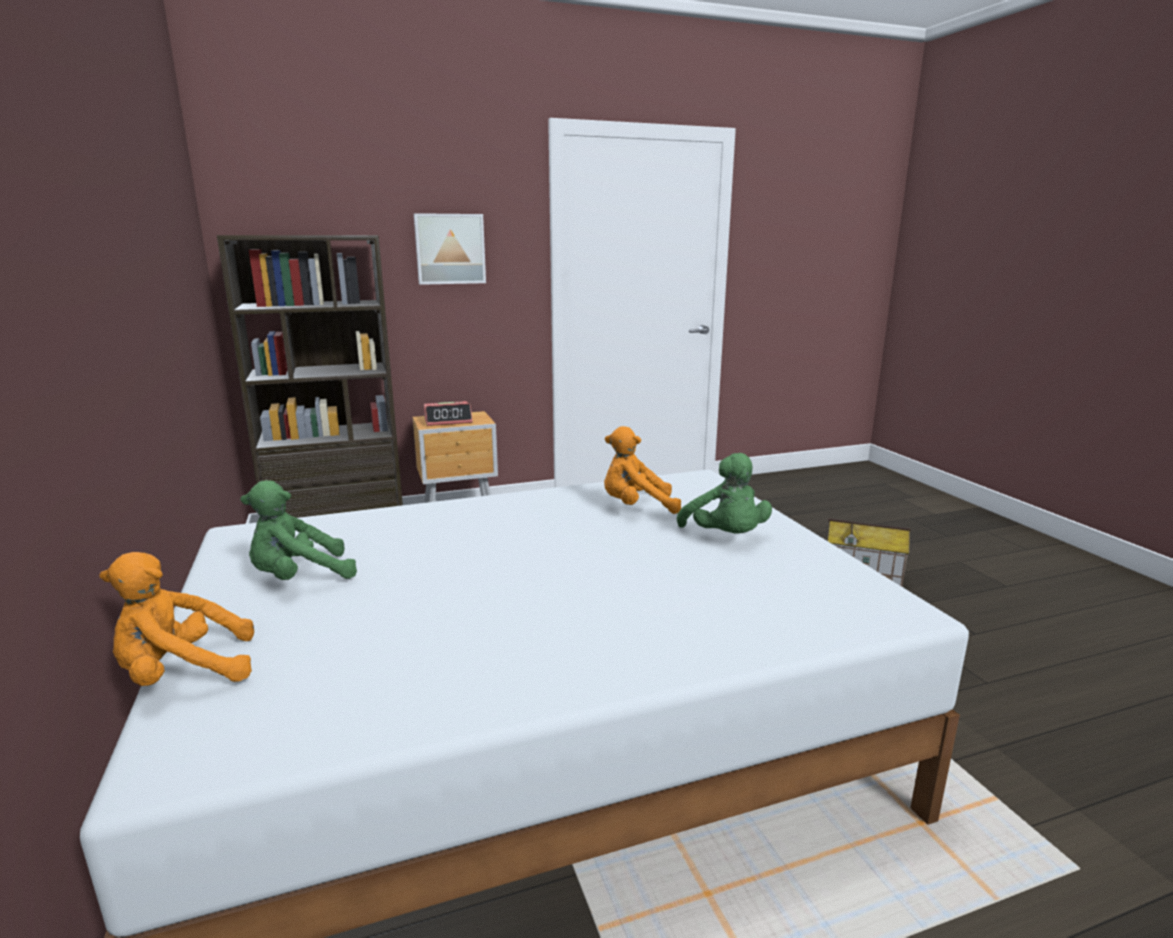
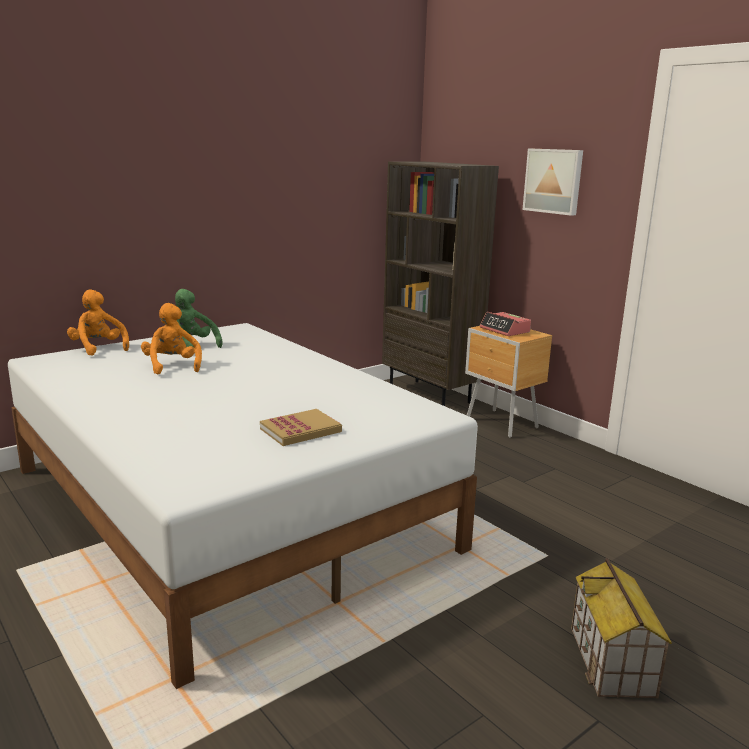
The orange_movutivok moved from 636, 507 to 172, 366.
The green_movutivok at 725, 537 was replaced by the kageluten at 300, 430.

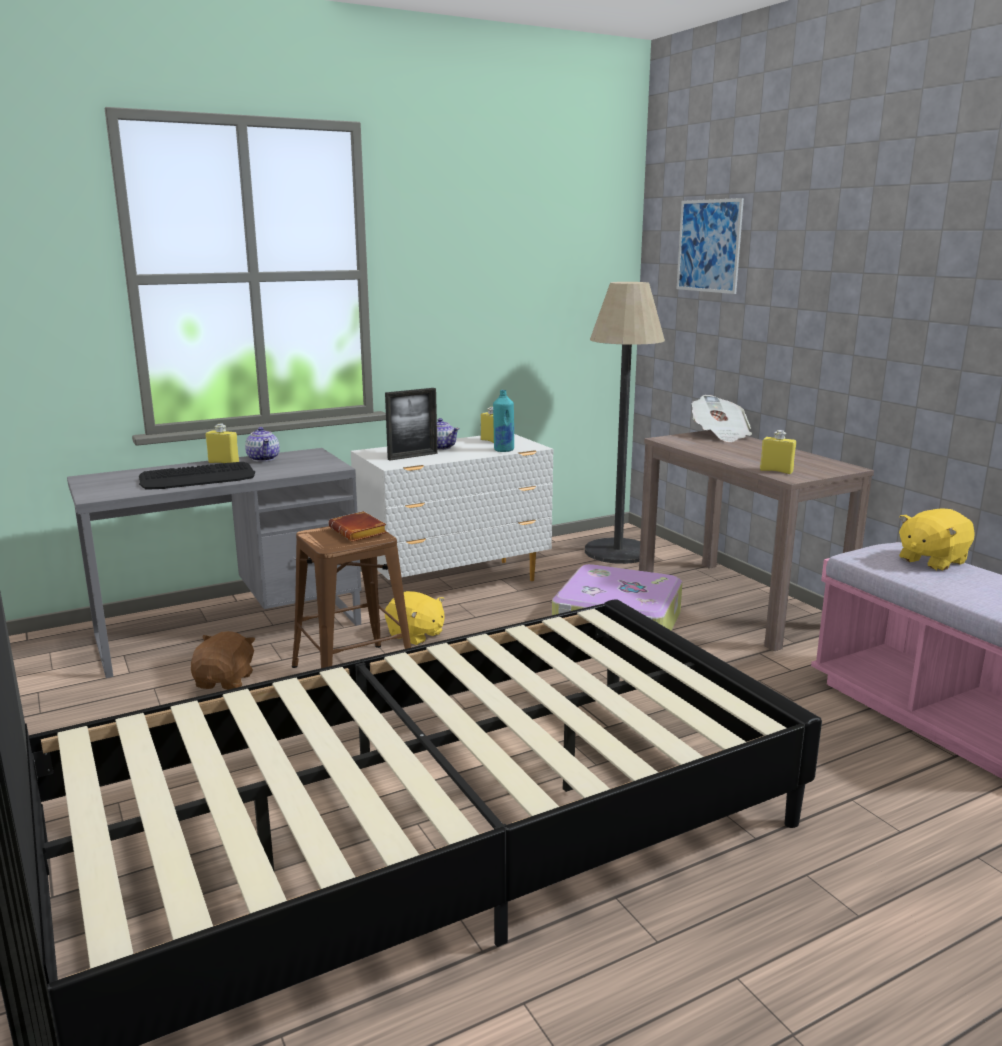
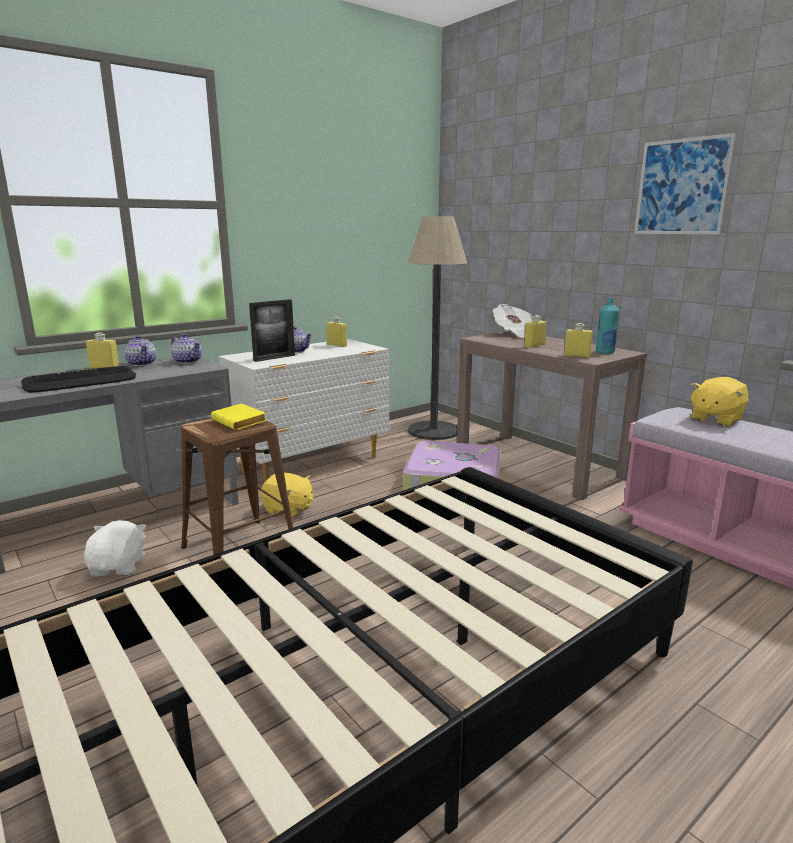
The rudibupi at 187, 361 appeared.
The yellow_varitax at 534, 346 appeared.
The turquoise_varitax moved from 503, 450 to 605, 352.
The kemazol moved from 709, 246 to 682, 187.
The brown_movutivok at 225, 681 became the white_movutivok at 119, 567.
The brown_kageluten at 360, 532 became the yellow_kageluten at 241, 422.

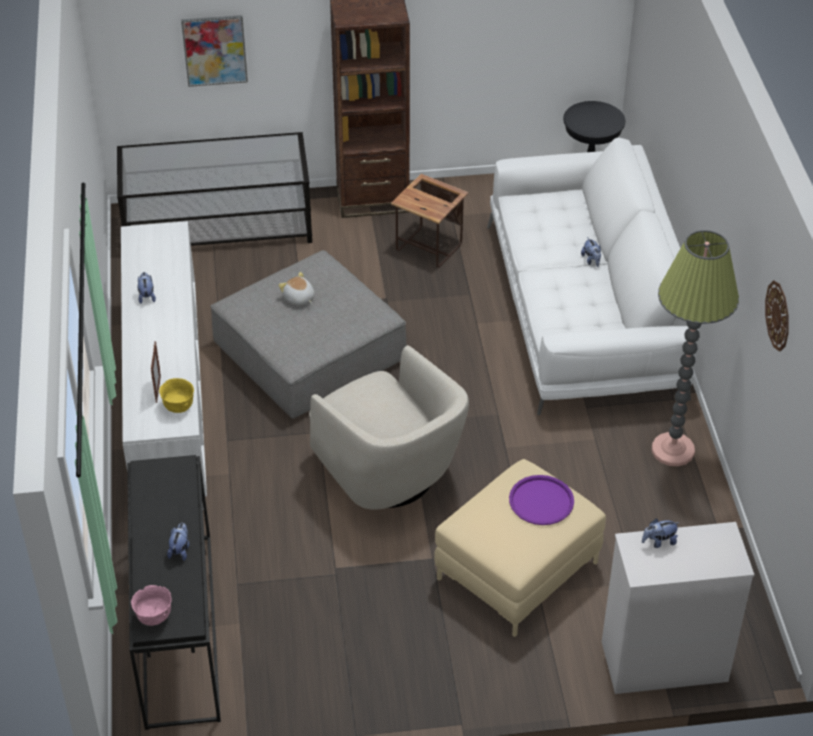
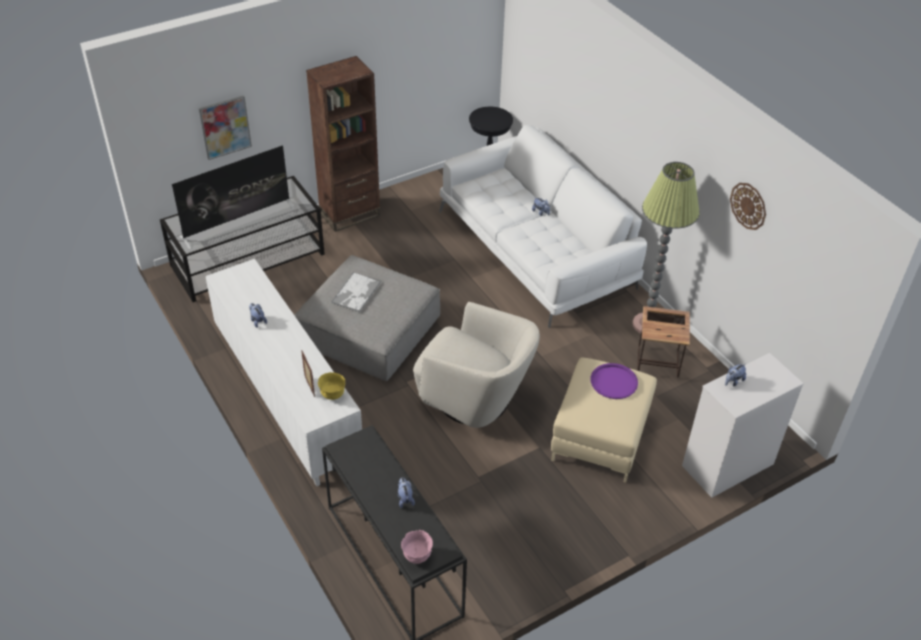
The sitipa at 237, 222 appeared.
The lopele moved from 430, 248 to 658, 363.
The movutivok at 298, 298 was replaced by the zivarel at 356, 293.

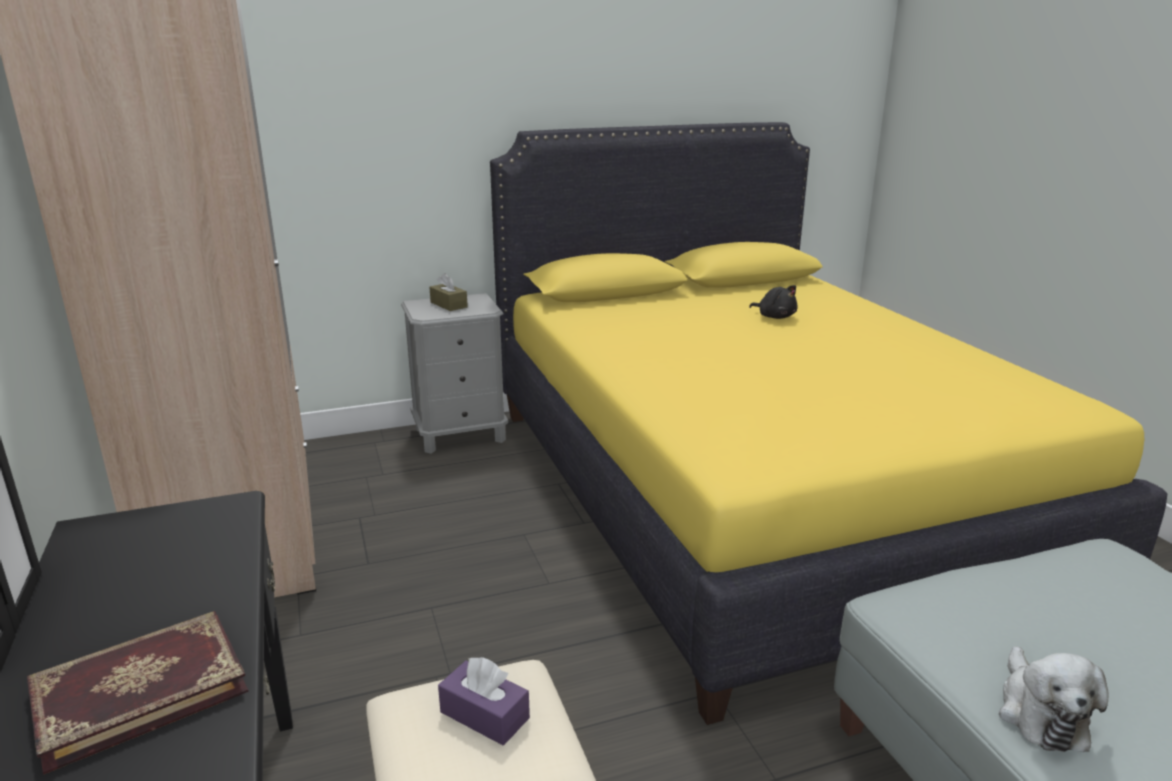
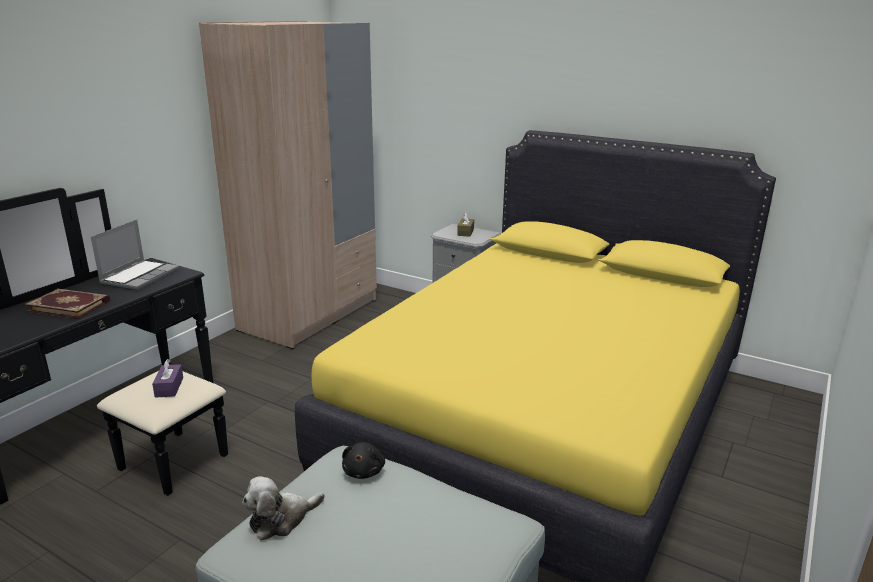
The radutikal at 140, 276 appeared.
The black_movutivok moved from 775, 317 to 364, 471.

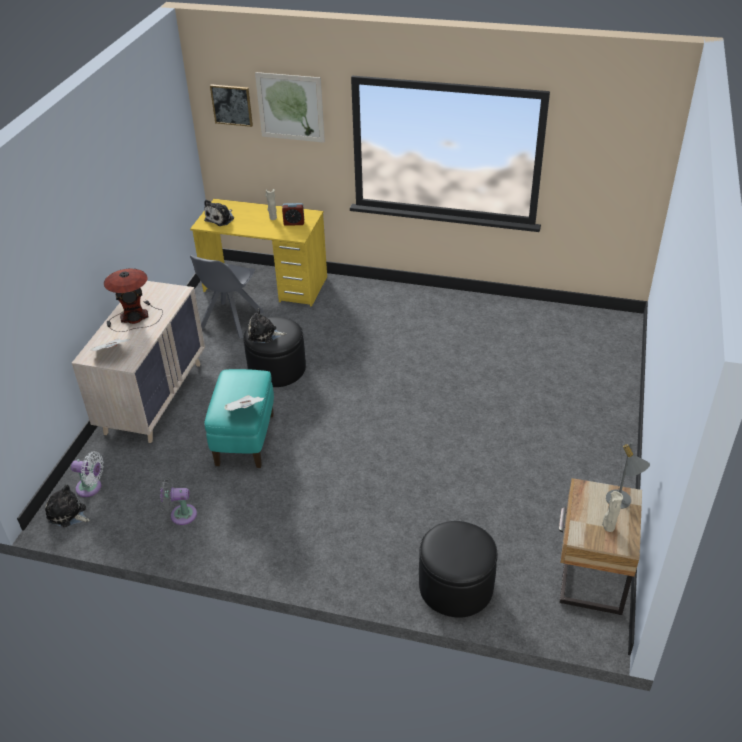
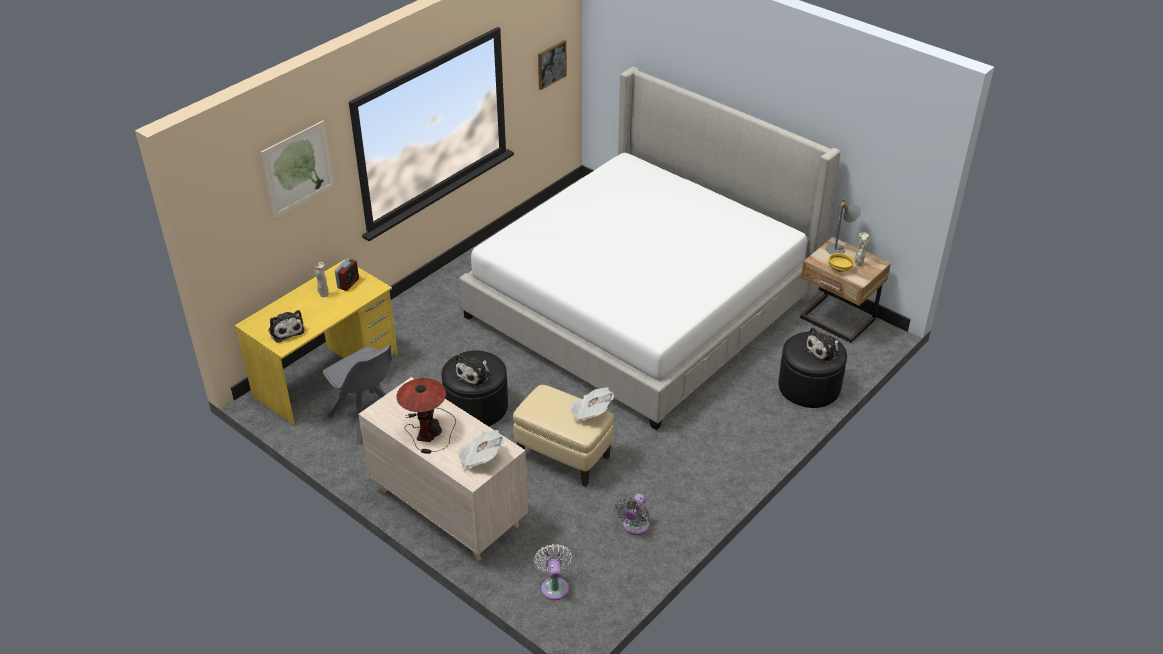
The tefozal at 641, 305 appeared.
The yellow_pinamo at 840, 269 appeared.
The movutivok moved from 68, 514 to 823, 351.
The kemazol moved from 232, 105 to 551, 64.
The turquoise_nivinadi at 245, 439 became the beige_nivinadi at 563, 457.
The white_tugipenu at 91, 488 turned 45 degrees counterclockwise.

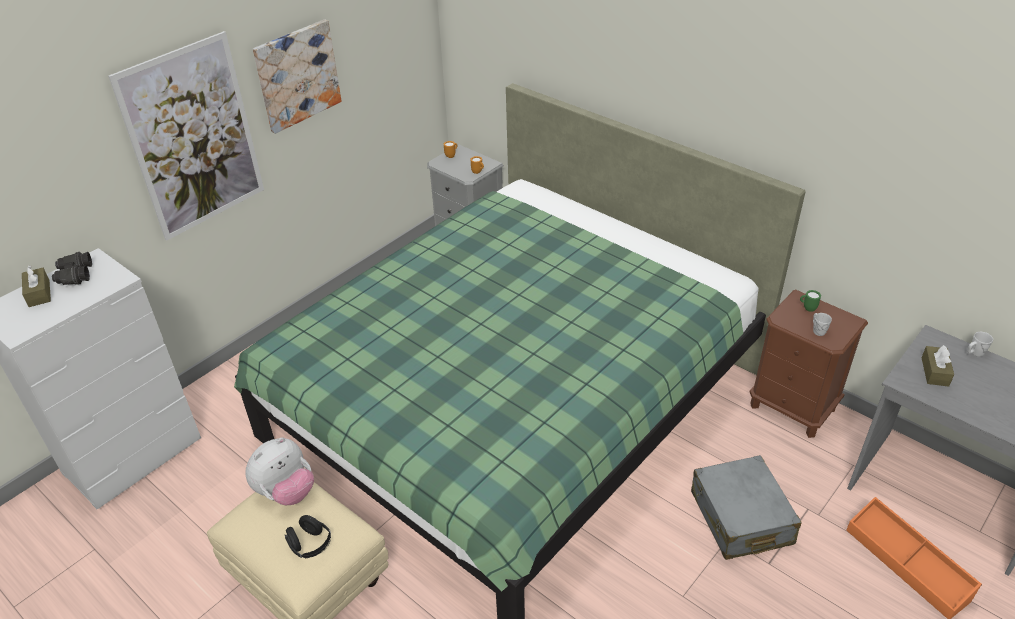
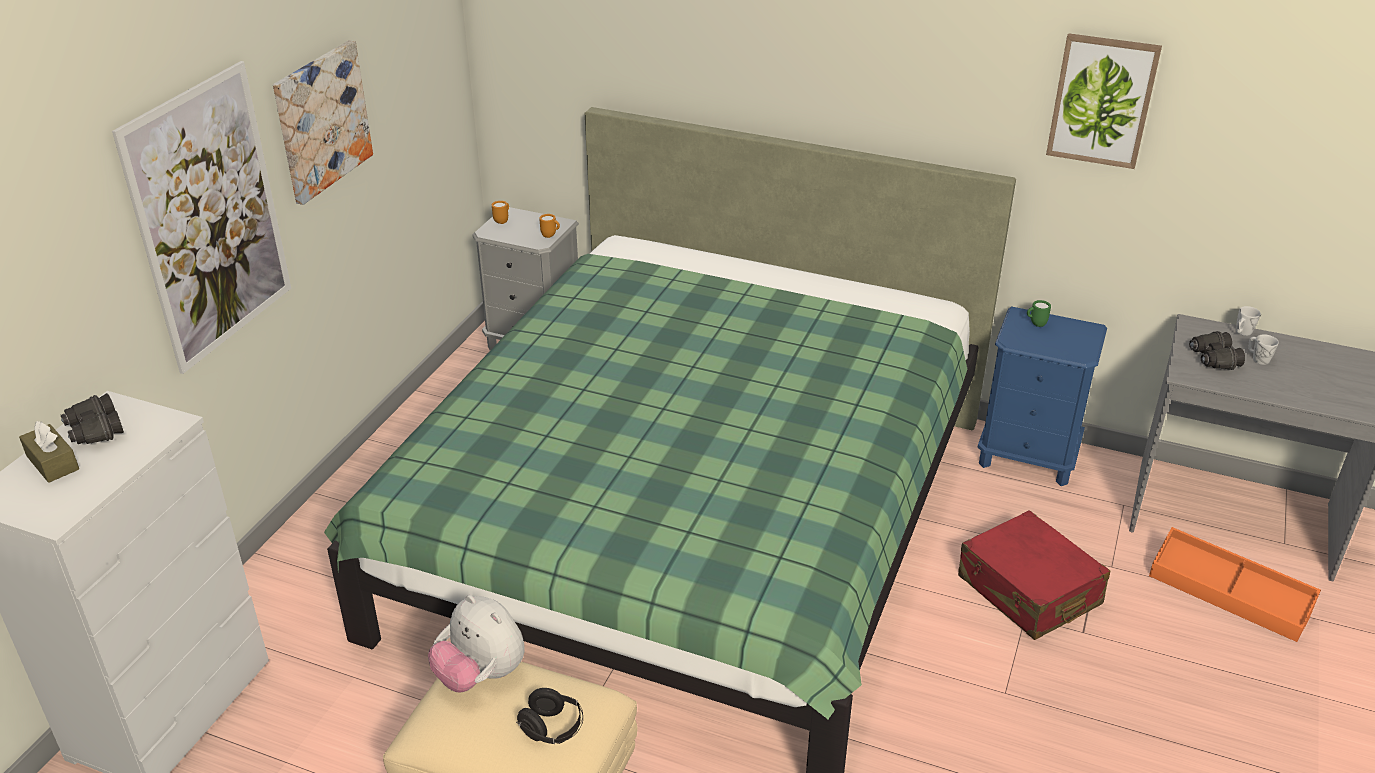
The kemazol at 1102, 100 appeared.
The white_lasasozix moved from 817, 330 to 1257, 359.
The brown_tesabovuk at 935, 372 was replaced by the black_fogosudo at 1213, 359.
The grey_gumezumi at 741, 518 became the red_gumezumi at 1028, 591.
The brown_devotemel at 792, 407 became the blue_devotemel at 1028, 457.
The movutivok at 286, 492 turned 105 degrees clockwise.

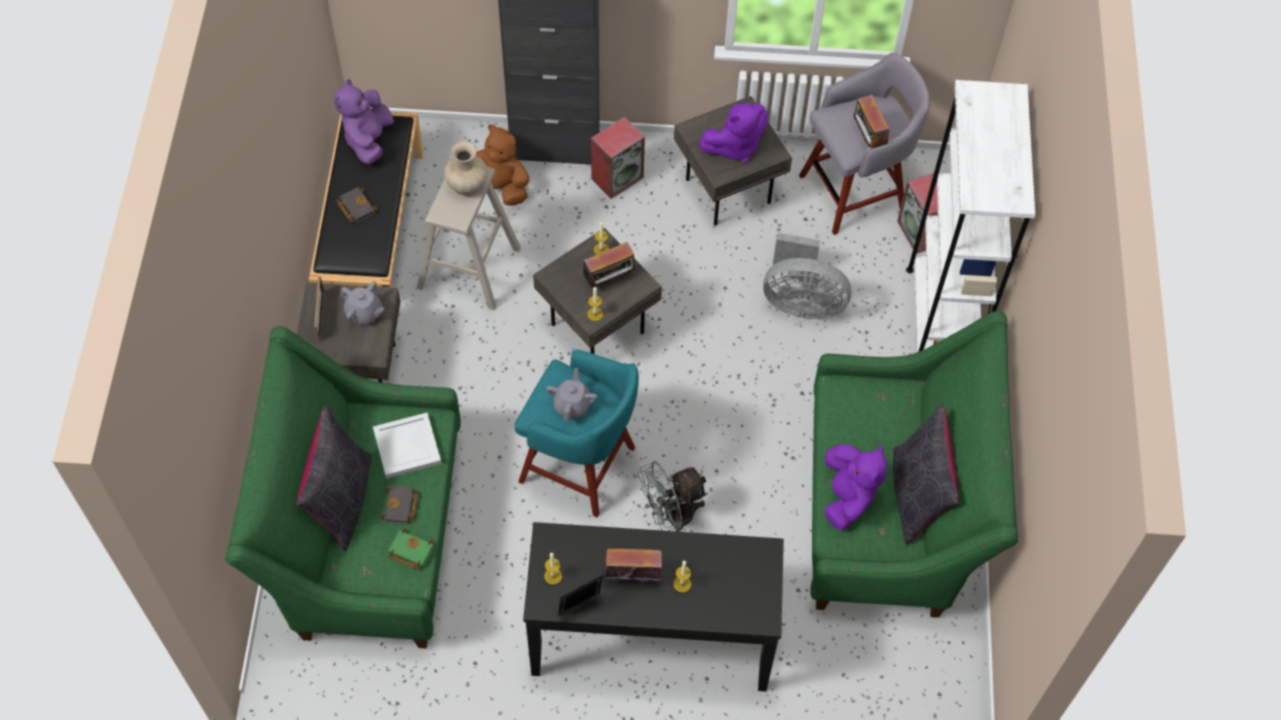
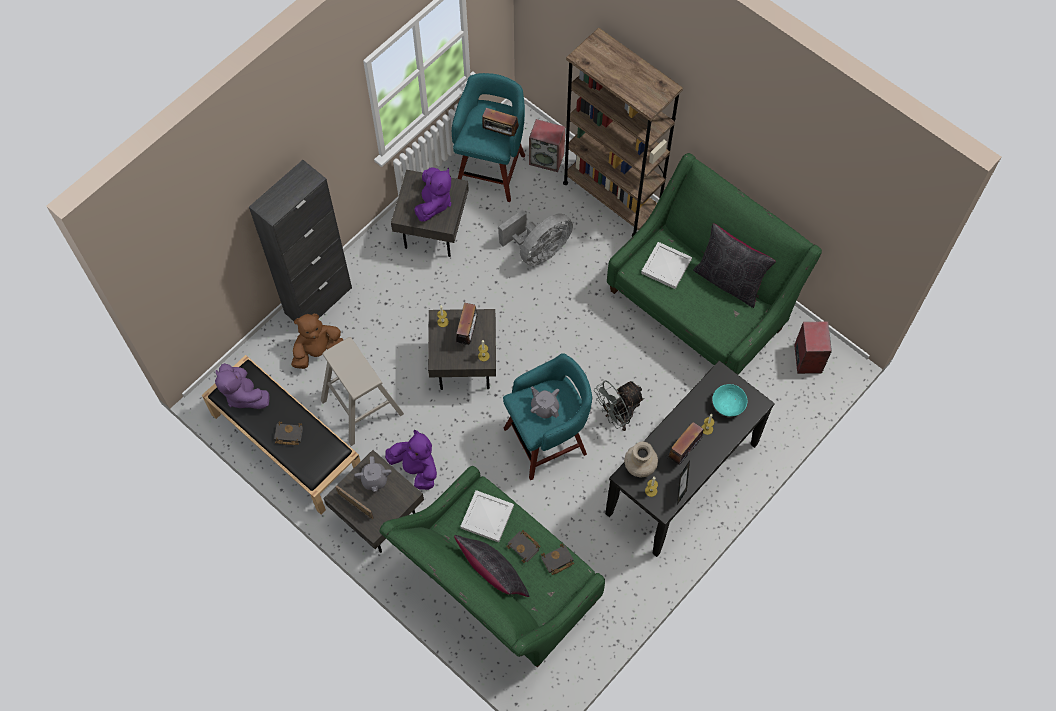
The white_zivarel at 665, 266 appeared.
The turquoise_pinamo at 728, 405 appeared.
The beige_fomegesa moved from 466, 185 to 639, 467.
The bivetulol moved from 617, 177 to 807, 358.
The purple_movutivok moved from 847, 496 to 416, 468.
The green_kageluten at 409, 551 became the black_kageluten at 557, 561.
The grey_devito at 855, 191 became the turquoise_devito at 491, 170.
The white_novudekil at 937, 326 became the brown_novudekil at 611, 197.
The grey_rudibupi at 364, 313 turned 105 degrees clockwise.
The grey_tugipenu at 671, 517 turned 45 degrees clockwise.

